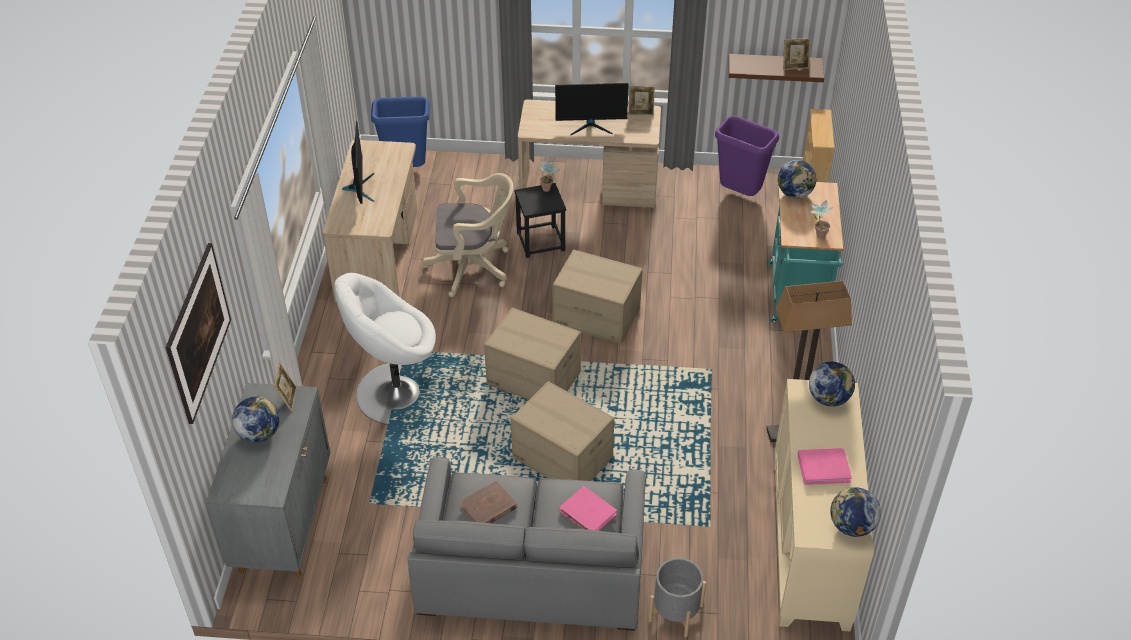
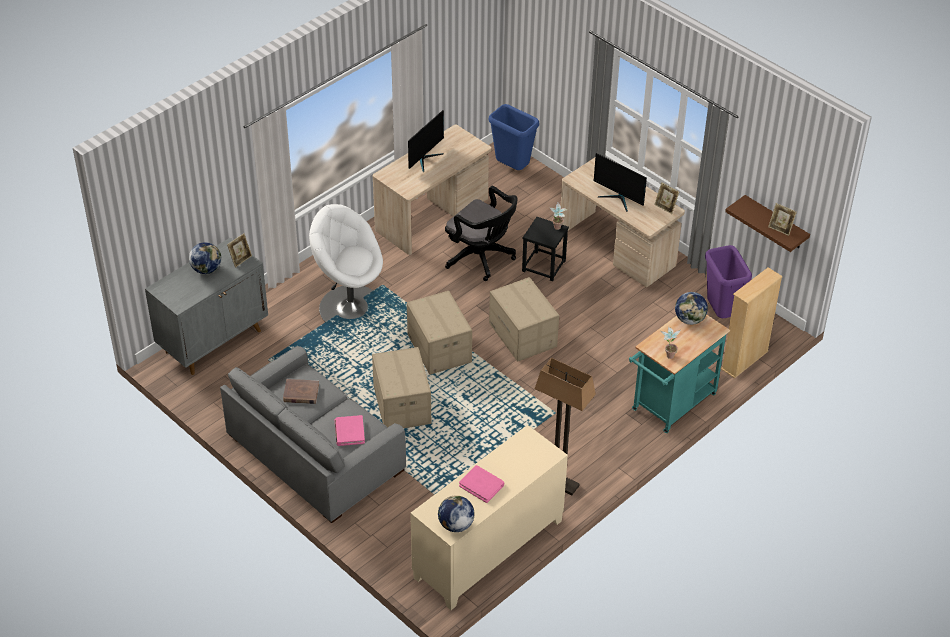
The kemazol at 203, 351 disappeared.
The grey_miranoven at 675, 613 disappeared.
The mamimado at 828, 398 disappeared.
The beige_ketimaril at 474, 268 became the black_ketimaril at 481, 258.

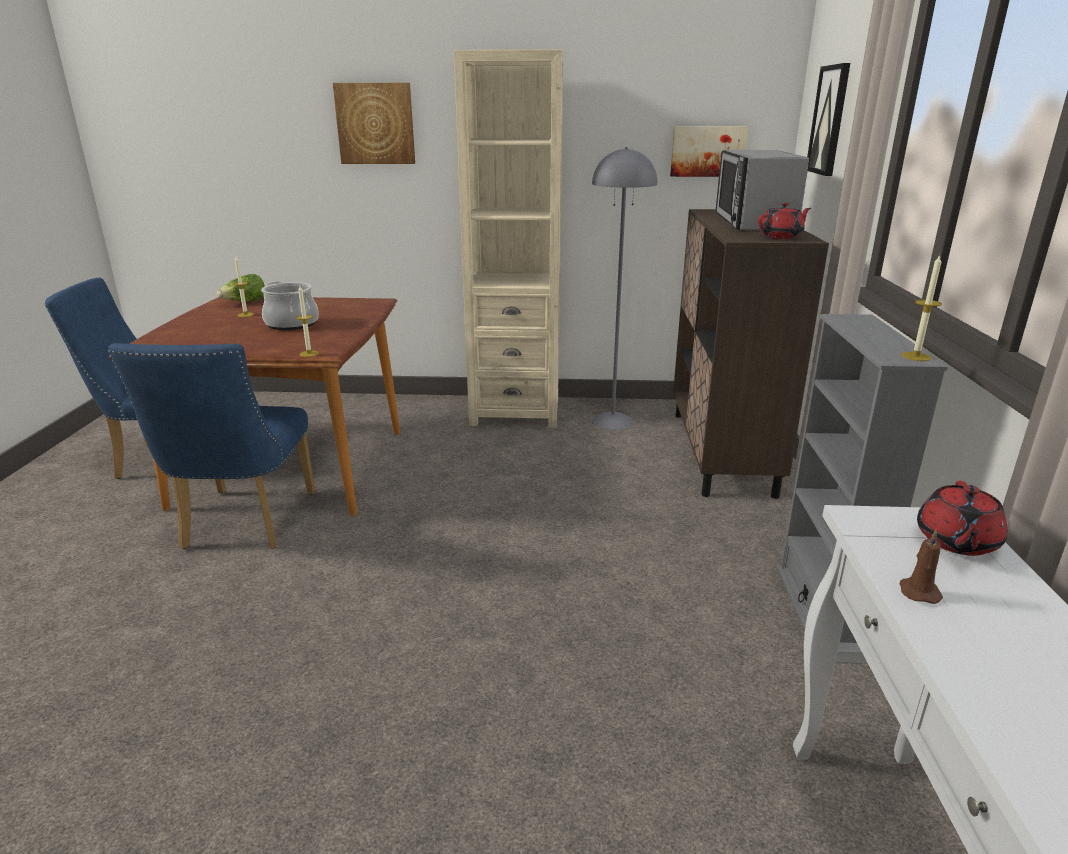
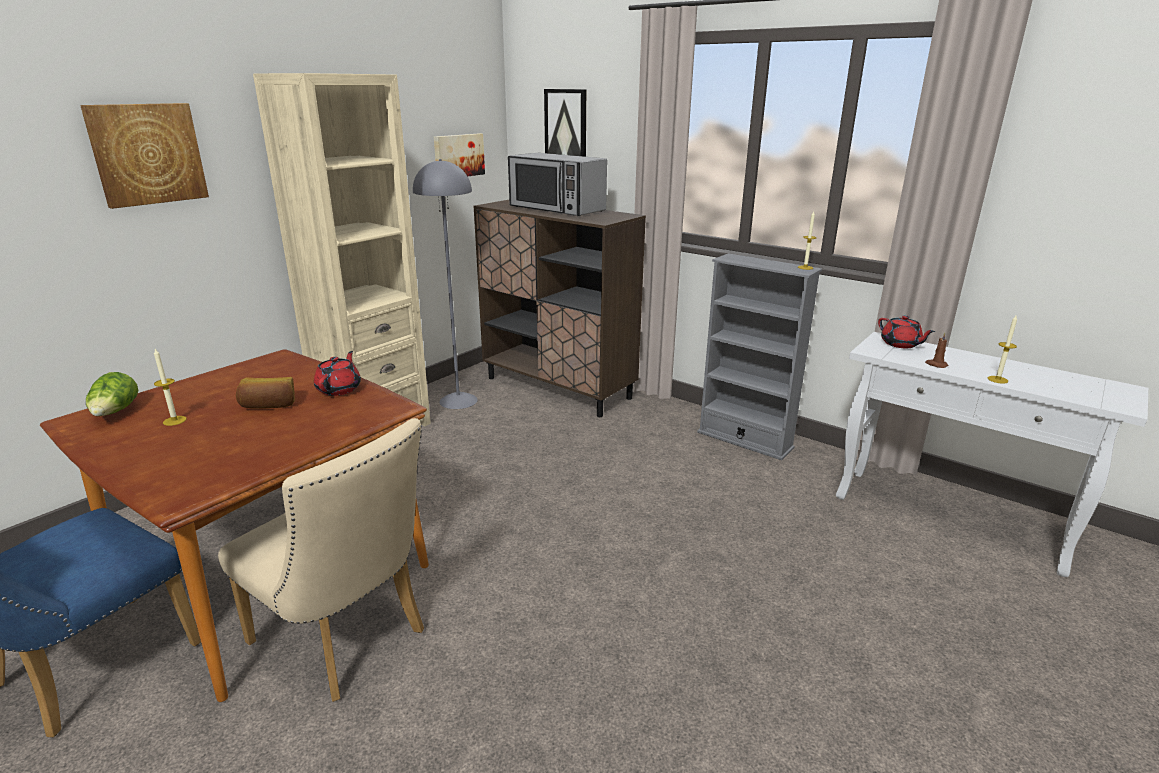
The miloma moved from 309, 354 to 997, 379.
The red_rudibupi moved from 781, 237 to 339, 389.
The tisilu at 291, 324 was replaced by the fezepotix at 269, 405.
The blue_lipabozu at 243, 525 became the beige_lipabozu at 346, 642.

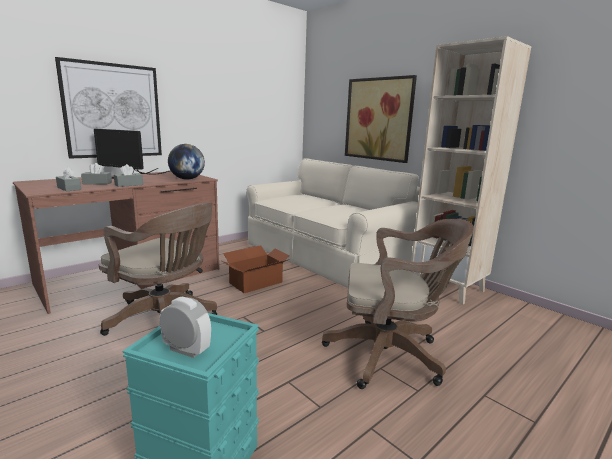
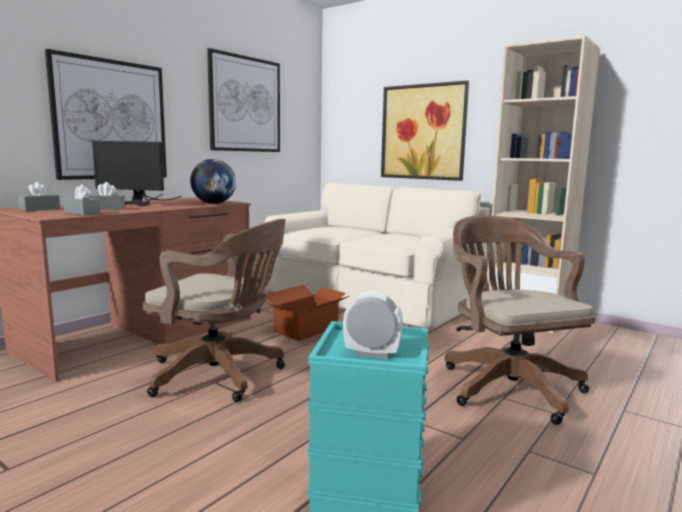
The kemazol at 245, 104 appeared.
The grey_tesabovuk moved from 129, 185 to 40, 209.
The brown_ketimaril at 390, 355 turned 105 degrees counterclockwise.

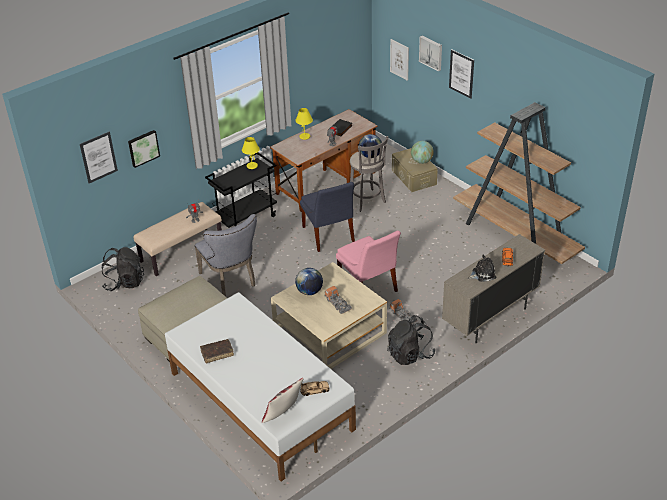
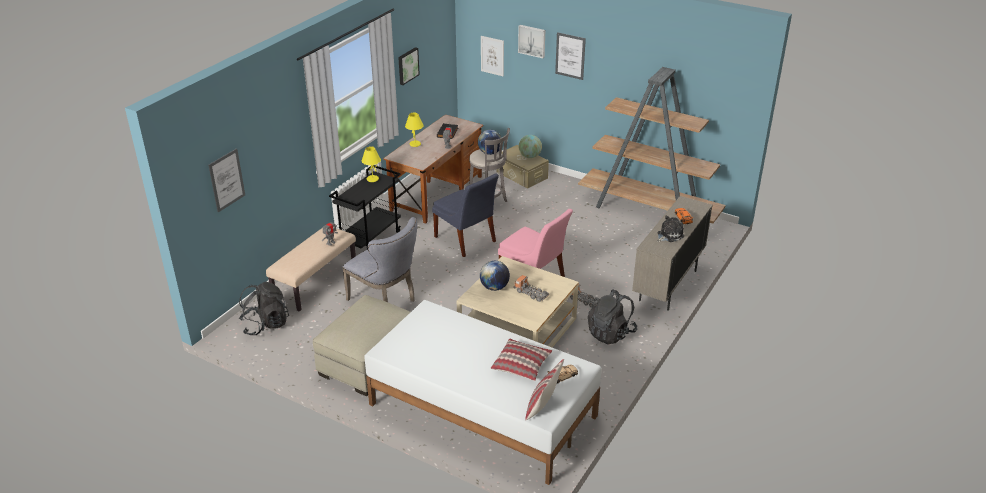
The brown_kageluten at 217, 353 disappeared.
The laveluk at 521, 365 appeared.
The kemazol moved from 143, 148 to 407, 65.

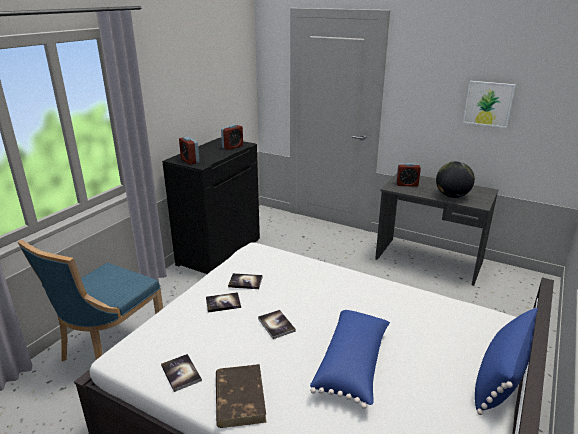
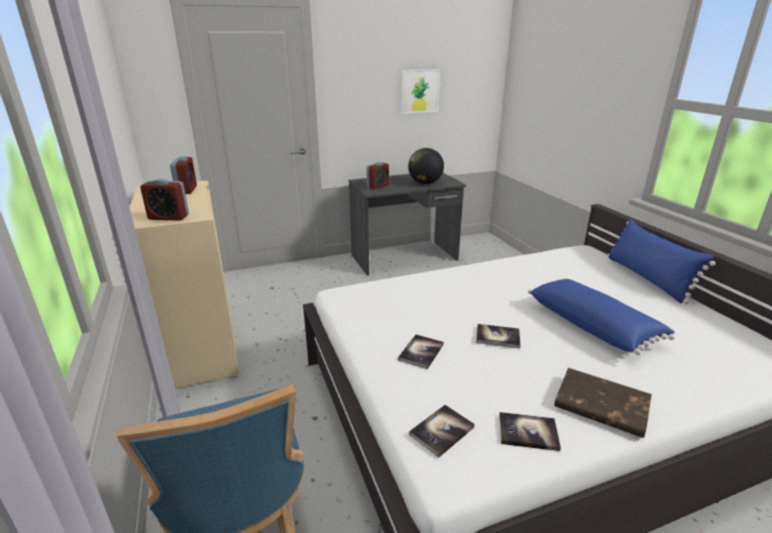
The kageluten moved from 245, 282 to 442, 431.
The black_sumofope at 219, 251 became the beige_sumofope at 200, 347.

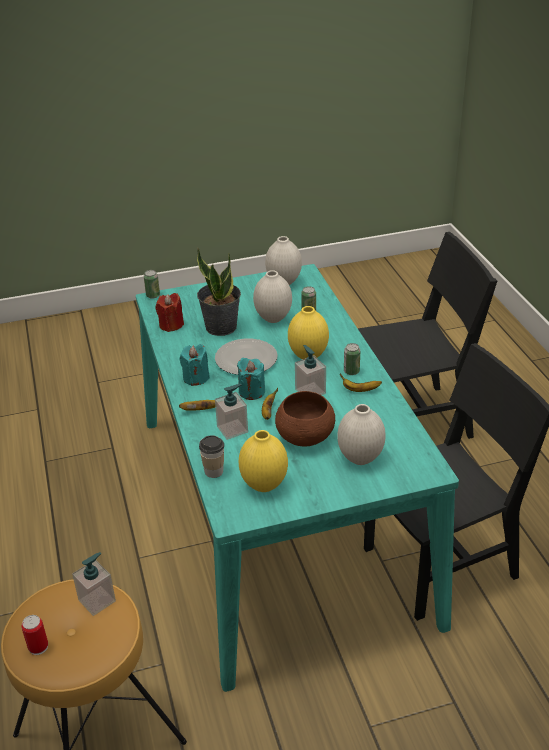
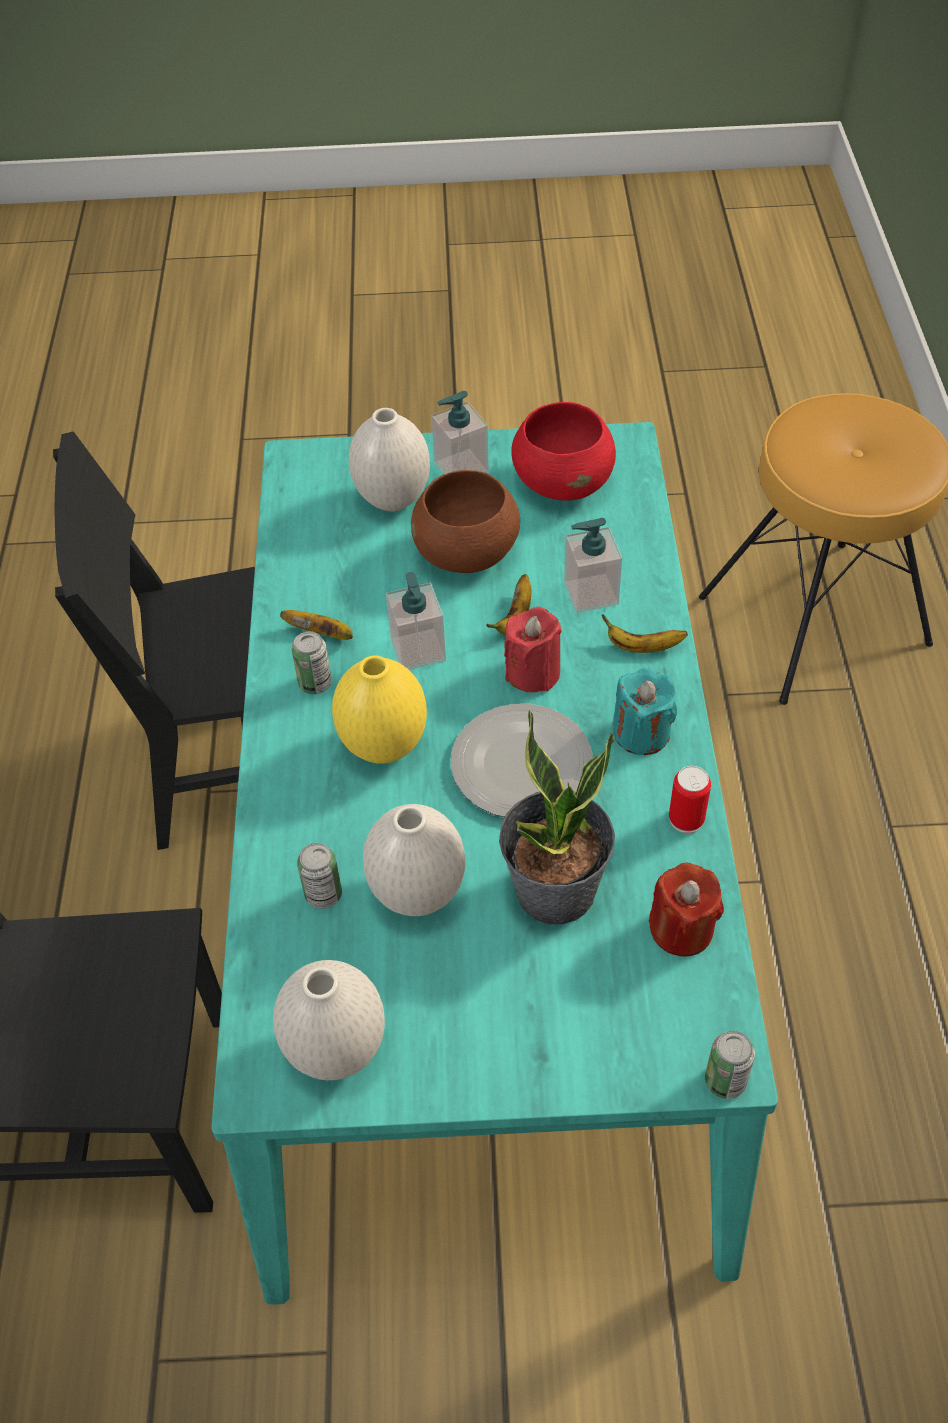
The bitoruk at 214, 471 disappeared.
The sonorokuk moved from 38, 647 to 686, 819.
The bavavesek moved from 97, 600 to 461, 467.
The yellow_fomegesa at 264, 485 was replaced by the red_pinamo at 563, 482.
The turquoise_miloma at 252, 391 became the red_miloma at 533, 672.

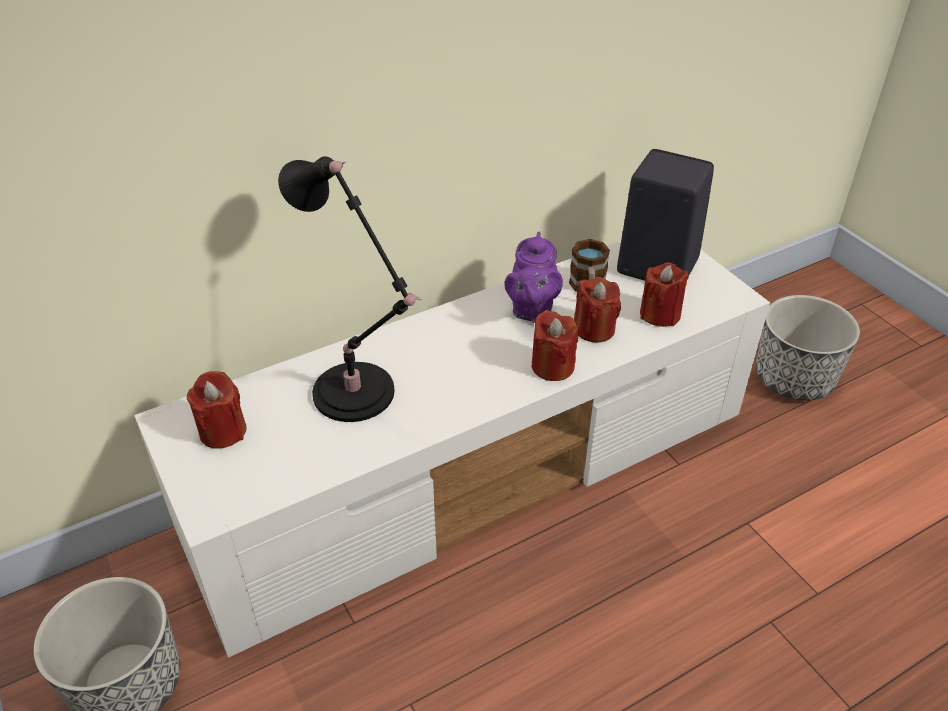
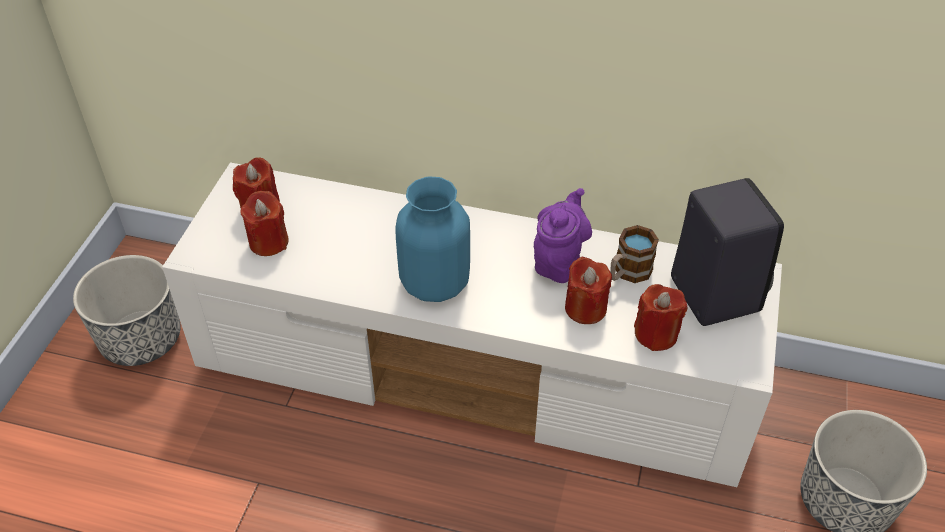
The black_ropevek at 358, 396 disappeared.
The blue_fomegesa at 435, 282 appeared.
The red_miloma moved from 552, 366 to 268, 242.
The purple_rudibupi at 532, 310 turned 150 degrees clockwise.

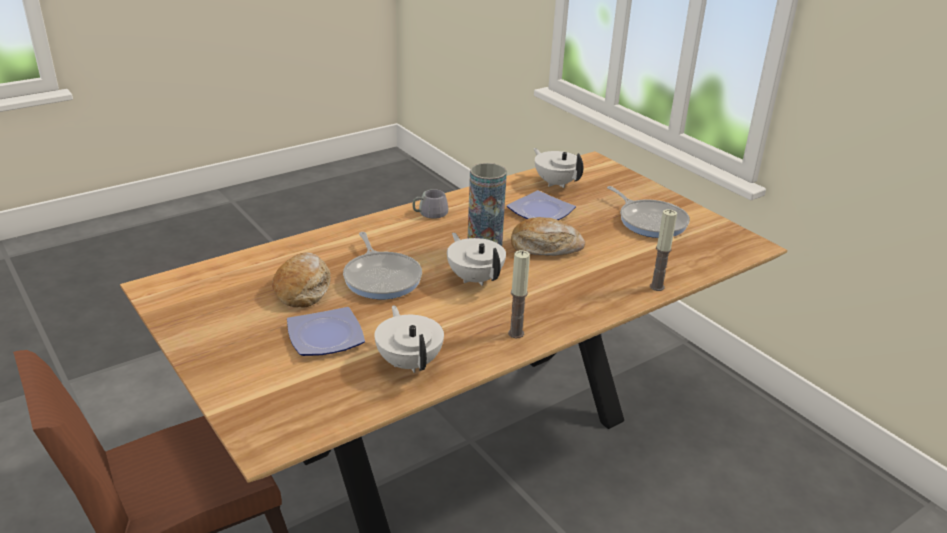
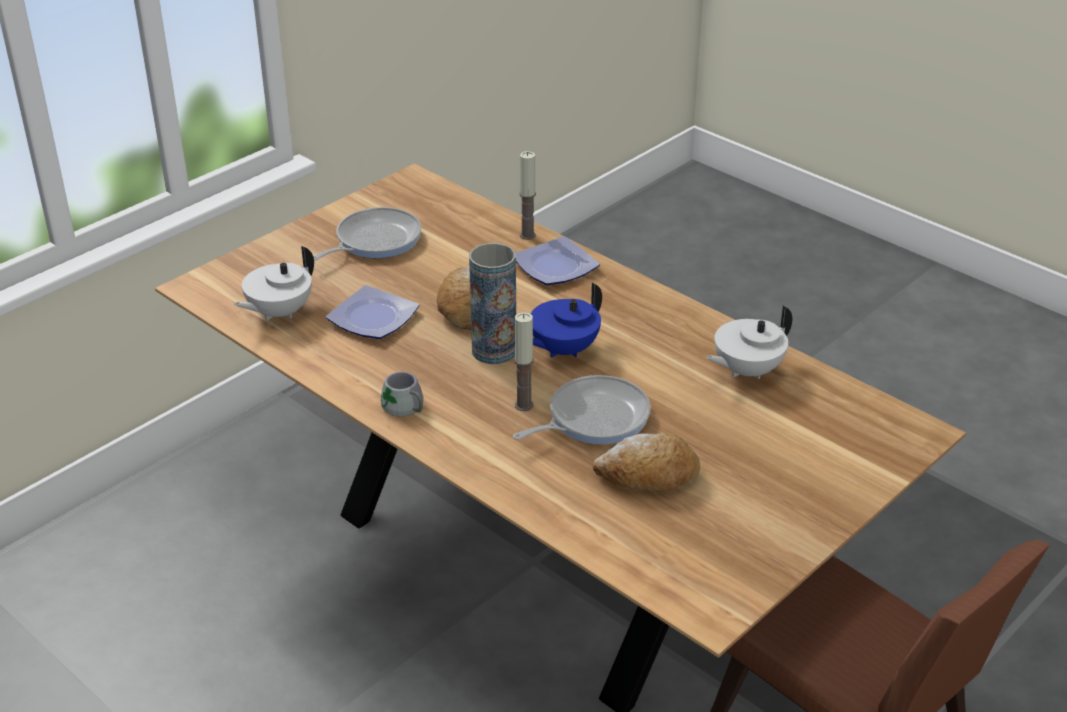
The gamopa moved from 324, 336 to 555, 267.
The miloma moved from 516, 333 to 524, 405.
The white_rudibupi at 475, 278 became the blue_rudibupi at 563, 350.

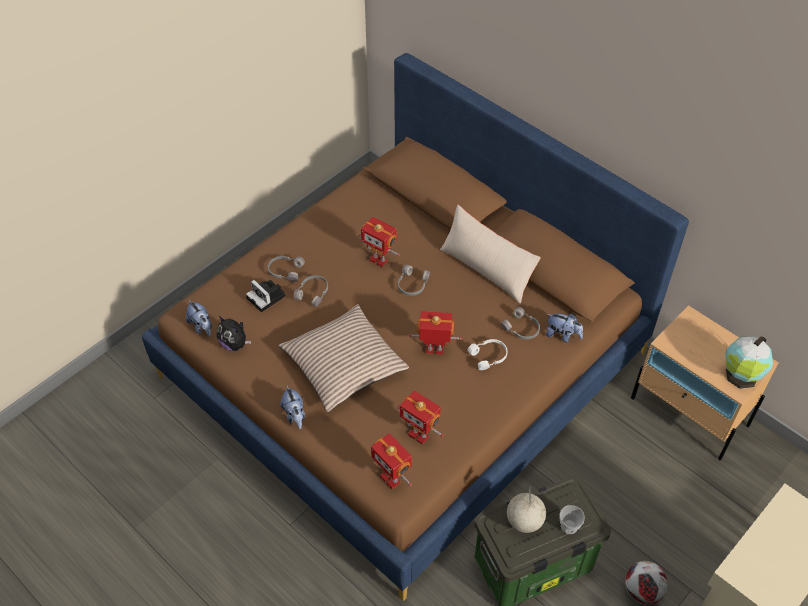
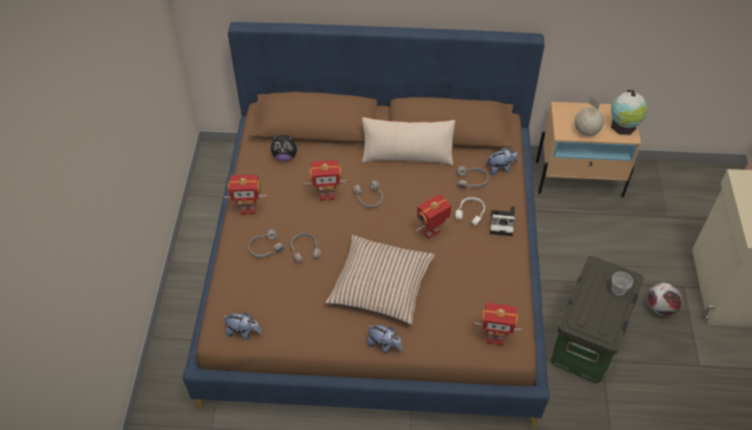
The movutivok moved from 235, 344 to 285, 156.
The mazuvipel moved from 267, 297 to 503, 223.
The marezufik moved from 419, 434 to 248, 209.
The mamimado moved from 524, 522 to 586, 131.

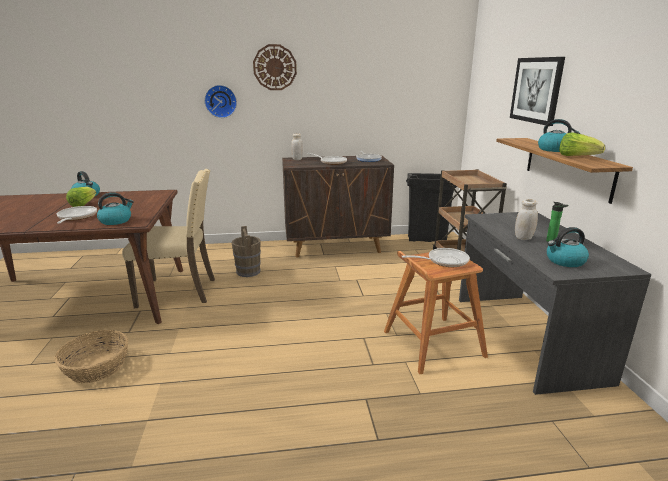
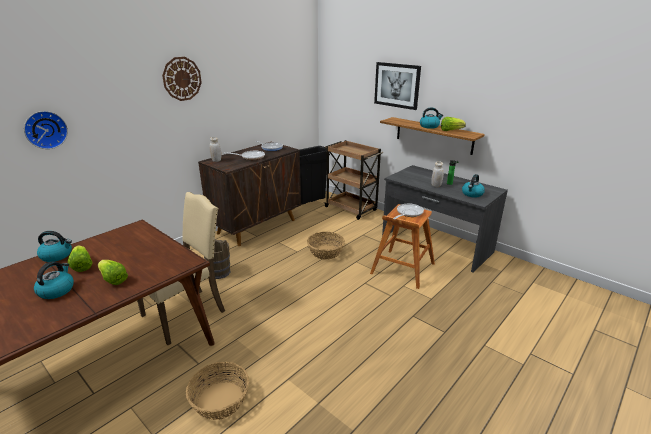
The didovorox at 325, 252 appeared.
The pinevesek moved from 116, 221 to 57, 290.
The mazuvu moved from 221, 101 to 45, 129.
The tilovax at 76, 217 was replaced by the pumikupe at 113, 279.

